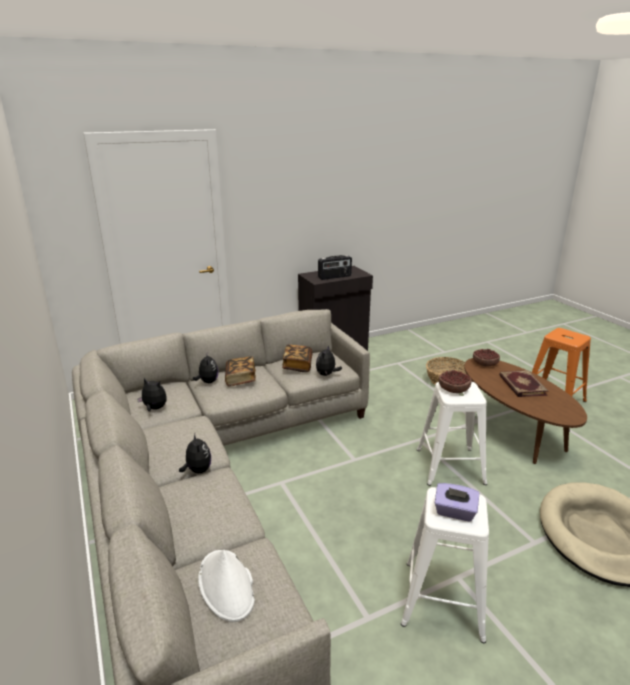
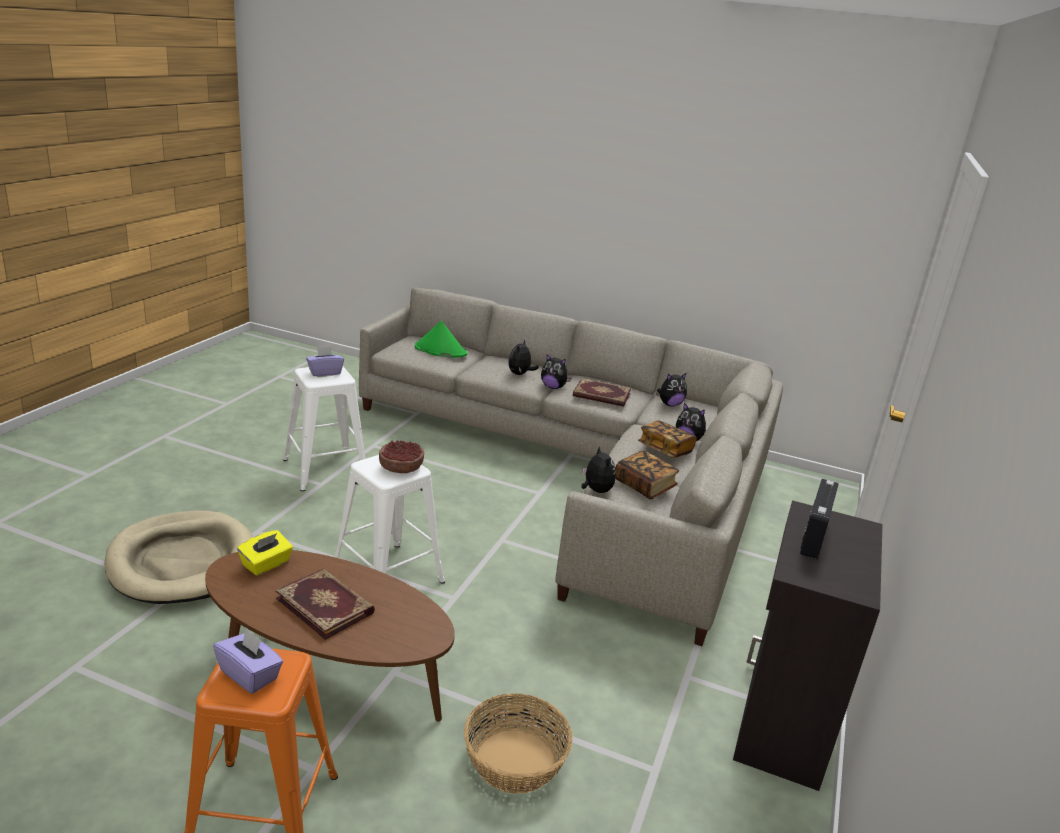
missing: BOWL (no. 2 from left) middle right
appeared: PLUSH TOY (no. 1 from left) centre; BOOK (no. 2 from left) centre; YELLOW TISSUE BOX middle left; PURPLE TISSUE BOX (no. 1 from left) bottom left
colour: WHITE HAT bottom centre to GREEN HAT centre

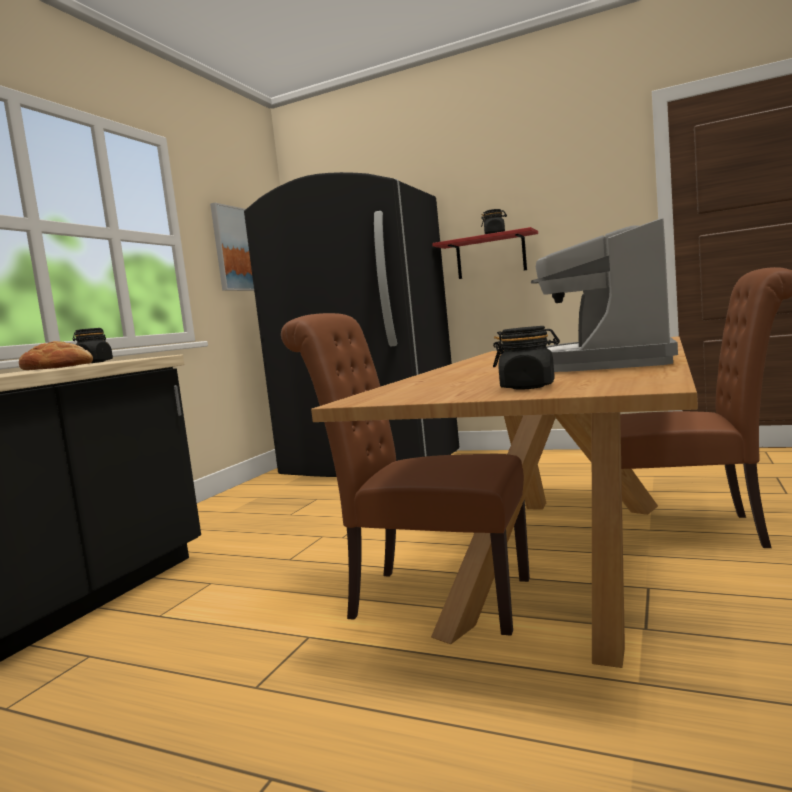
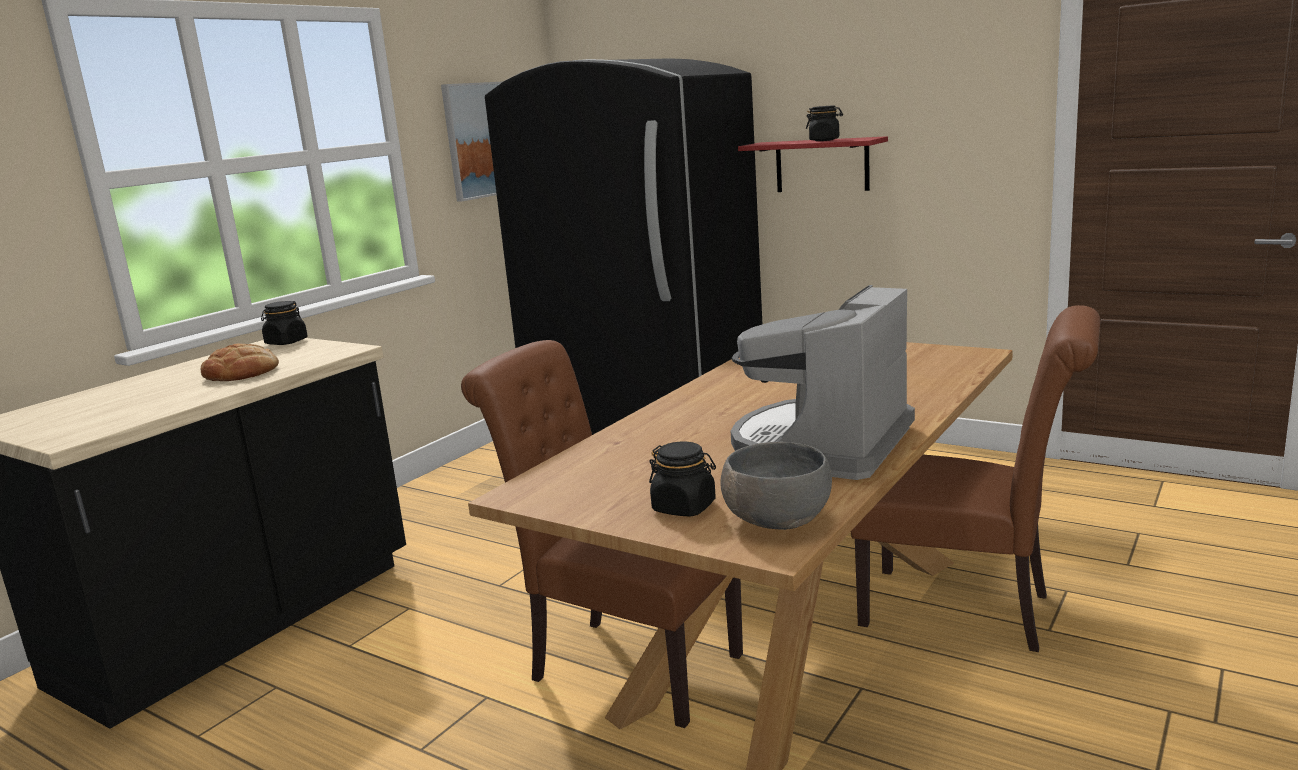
appeared: GREY BOWL centre

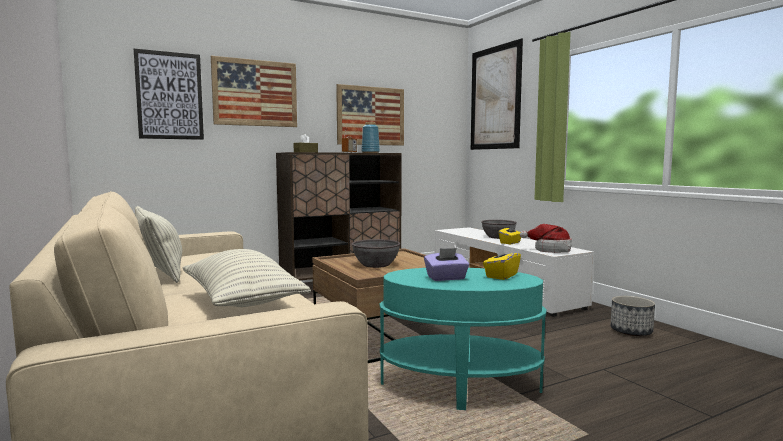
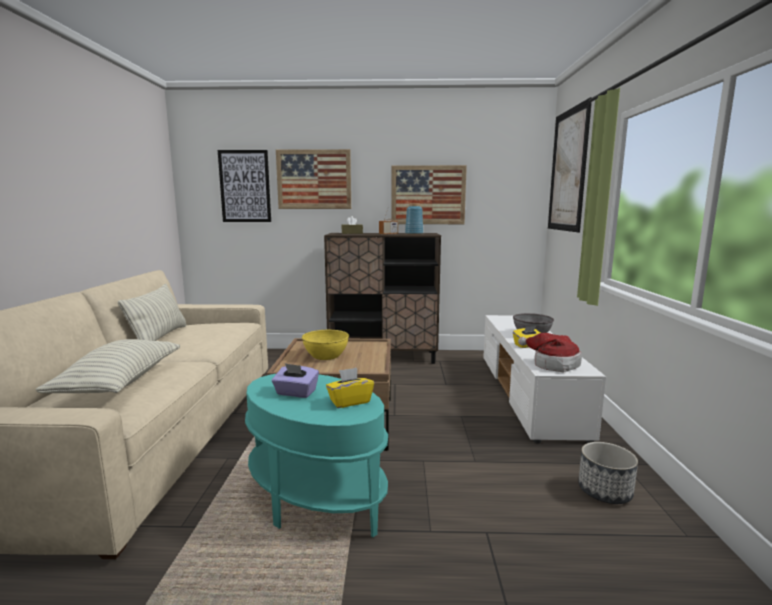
colour: GREY BOWL (no. 1 from left) centre to YELLOW BOWL centre

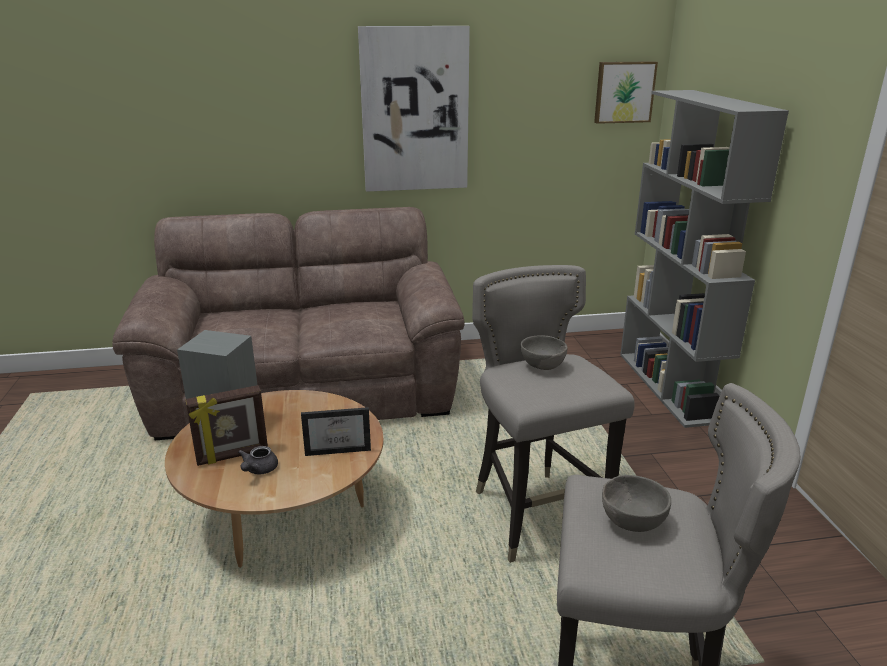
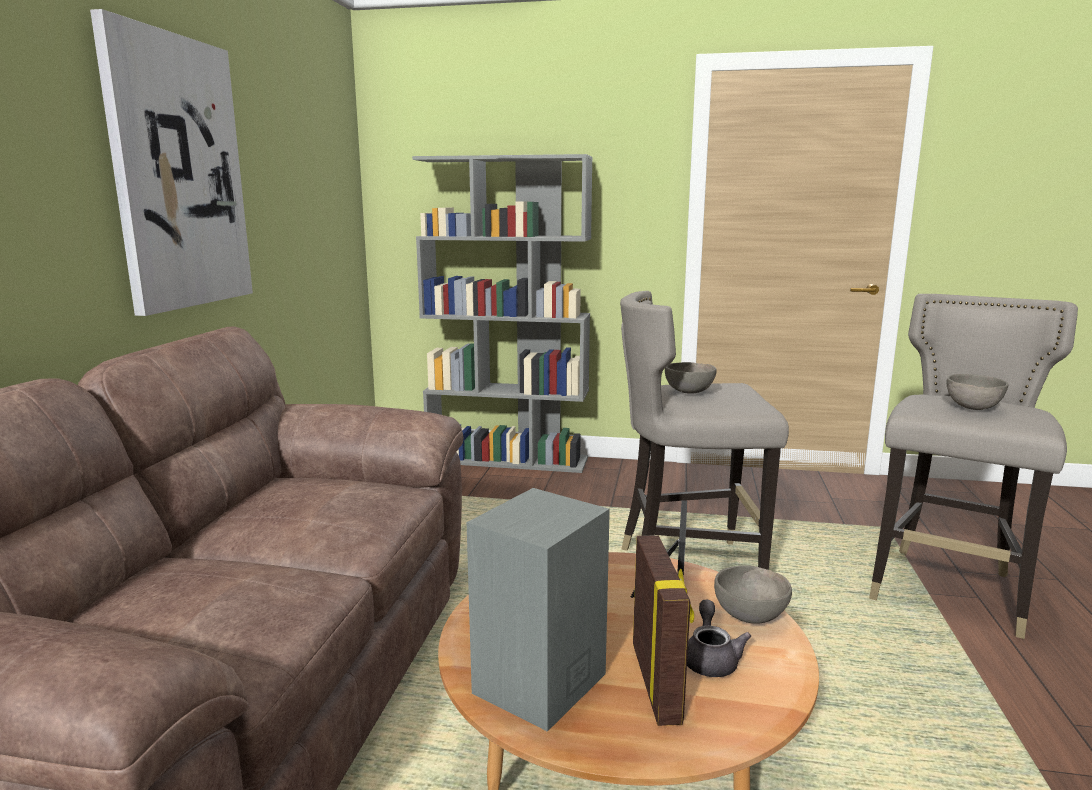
missing: PICTURE (no. 2 from left) top right
appeared: GREY BOWL (no. 2 from left) bottom right
spun: GREY TEAPOT bottom left = bottom centre 120 degrees counterclockwise

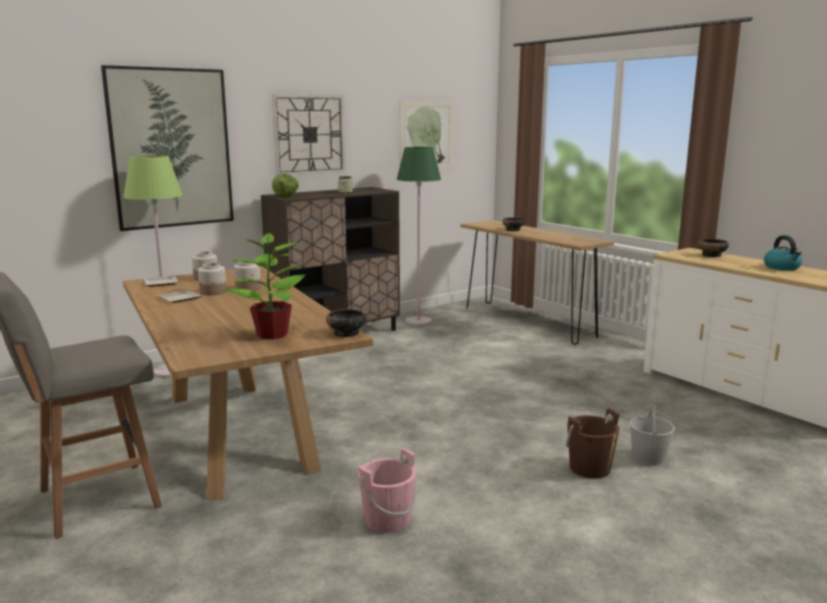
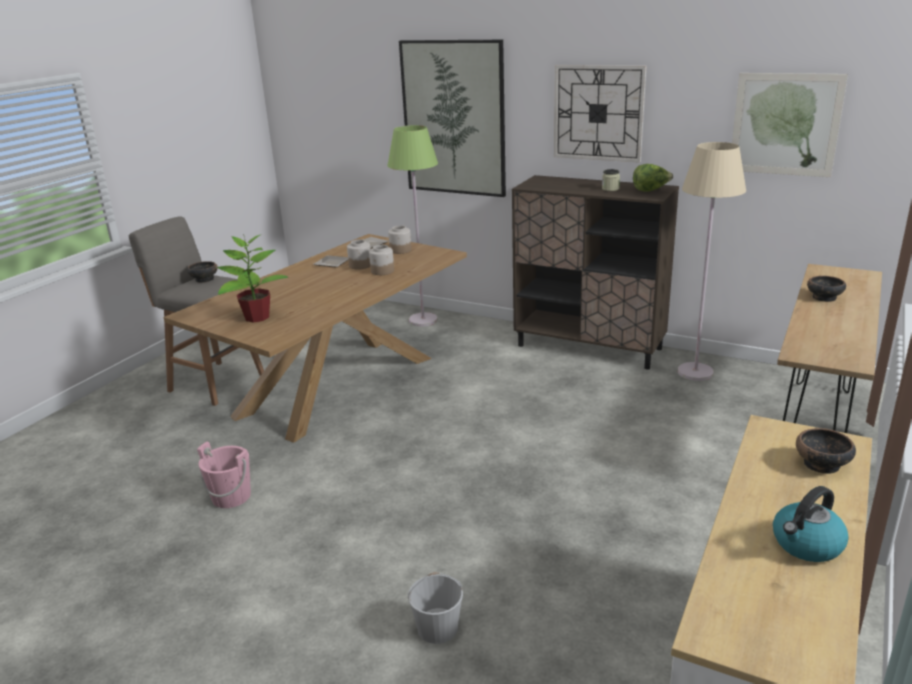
missing: BROWN BUCKET bottom right
relocated: LETTUCE top centre to top right; BOWL (no. 1 from left) centre to middle left
colour: GREEN FLOOR LAMP (no. 2 from left) centre to BEIGE FLOOR LAMP middle right

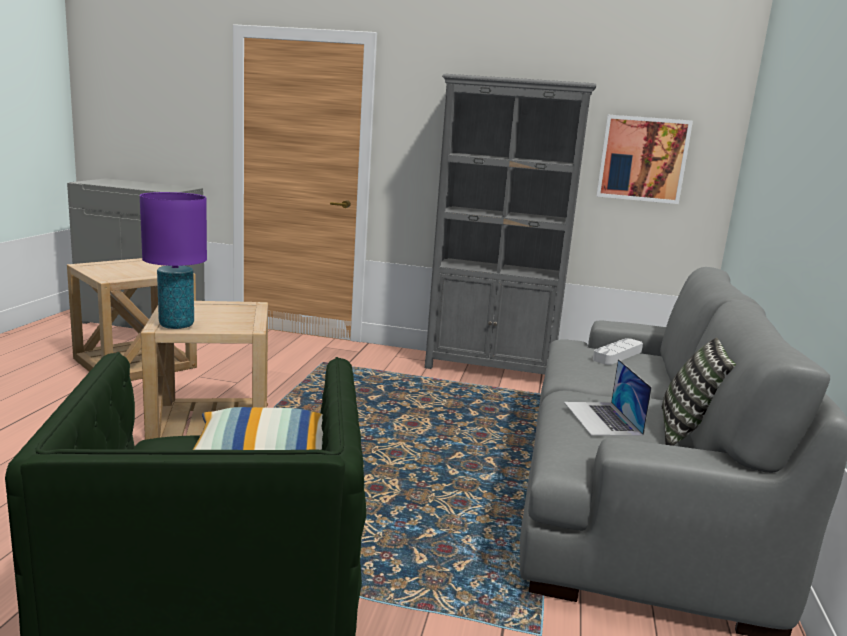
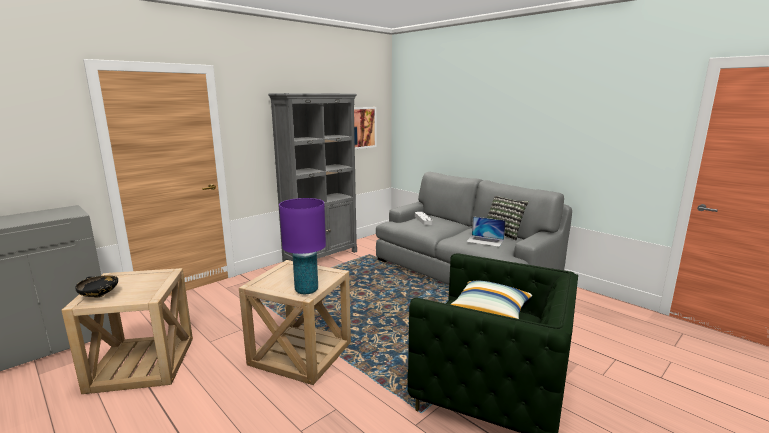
appeared: BLACK BOWL middle left

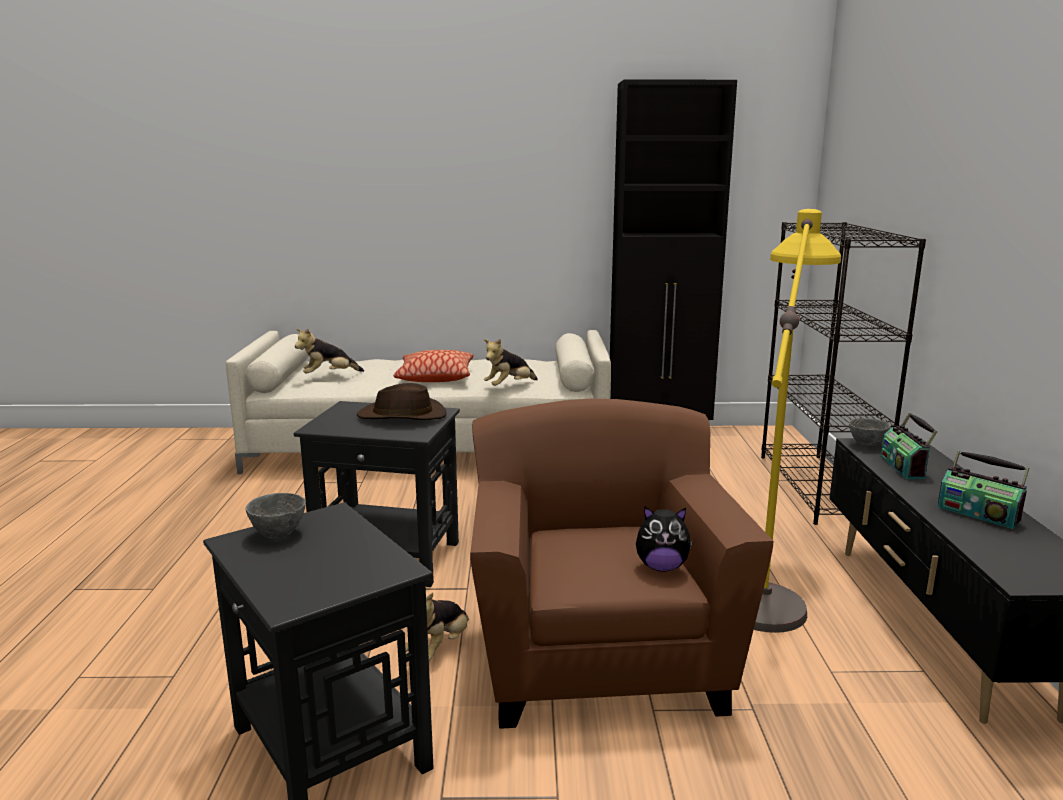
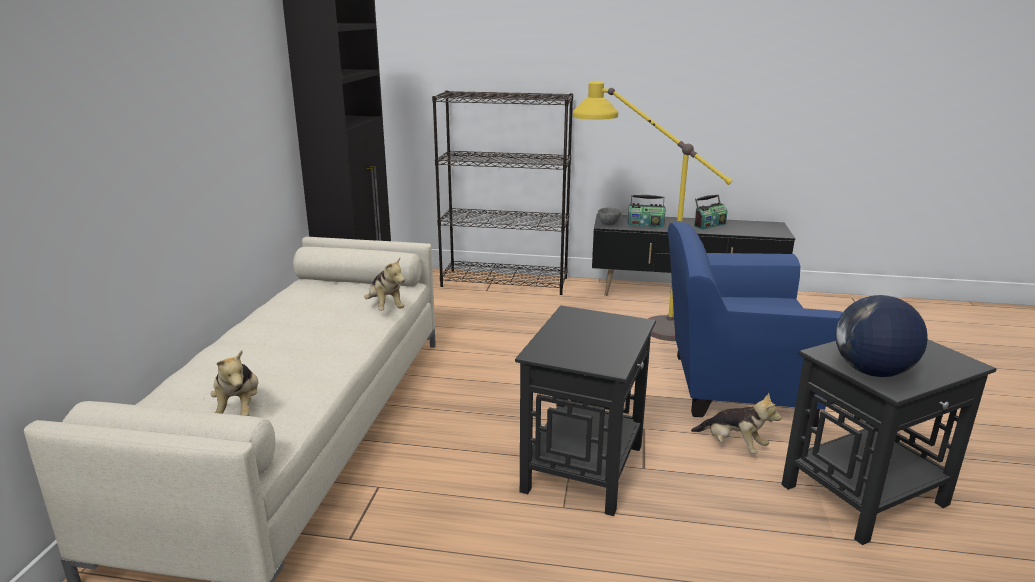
missing: PILLOW centre; BROWN HAT centre; PLUSH TOY (no. 4 from left) bottom centre
exchanged: GREY BOWL (no. 1 from left) middle left to GLOBE middle right
colour: BROWN ARMCHAIR bottom centre to BLUE ARMCHAIR middle right

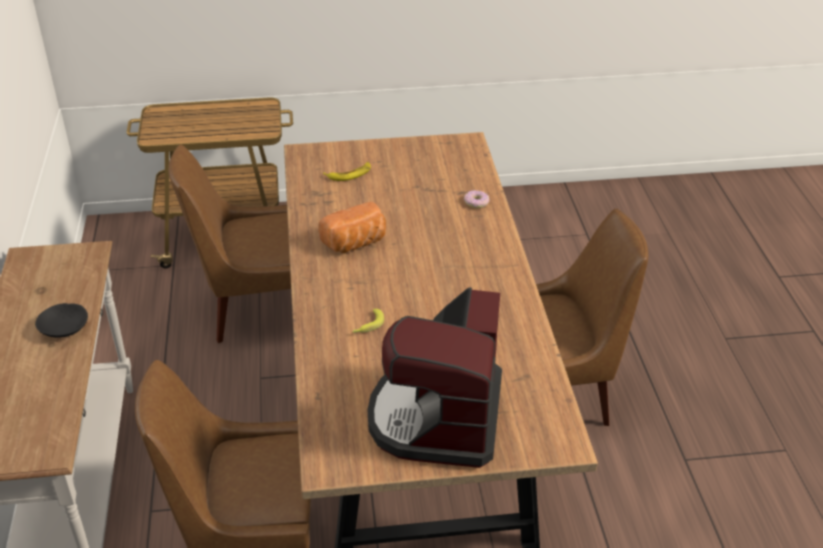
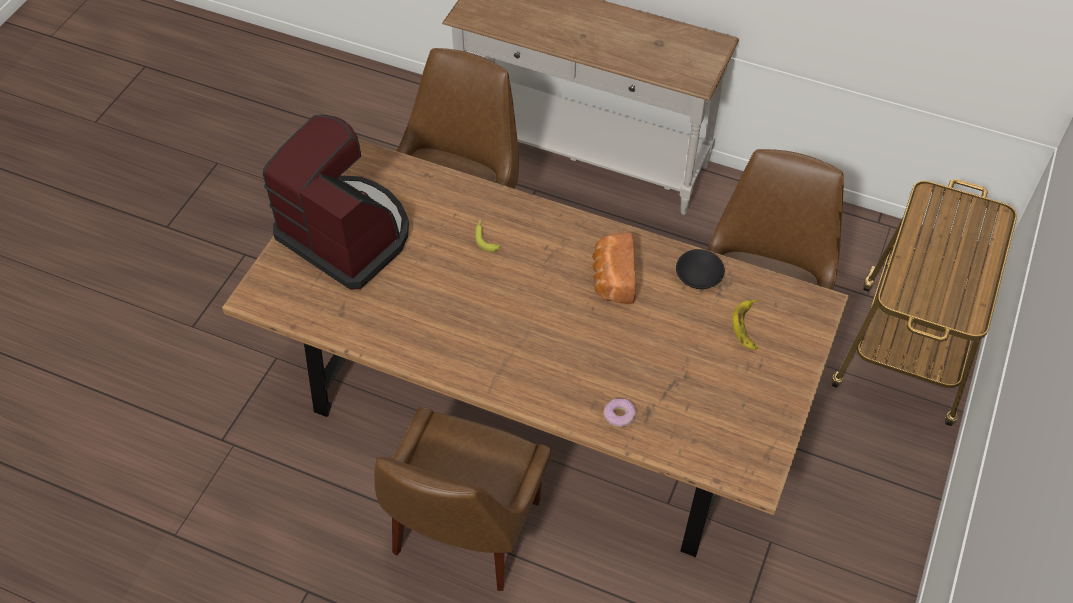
relocated: BLACK BOWL middle left to centre

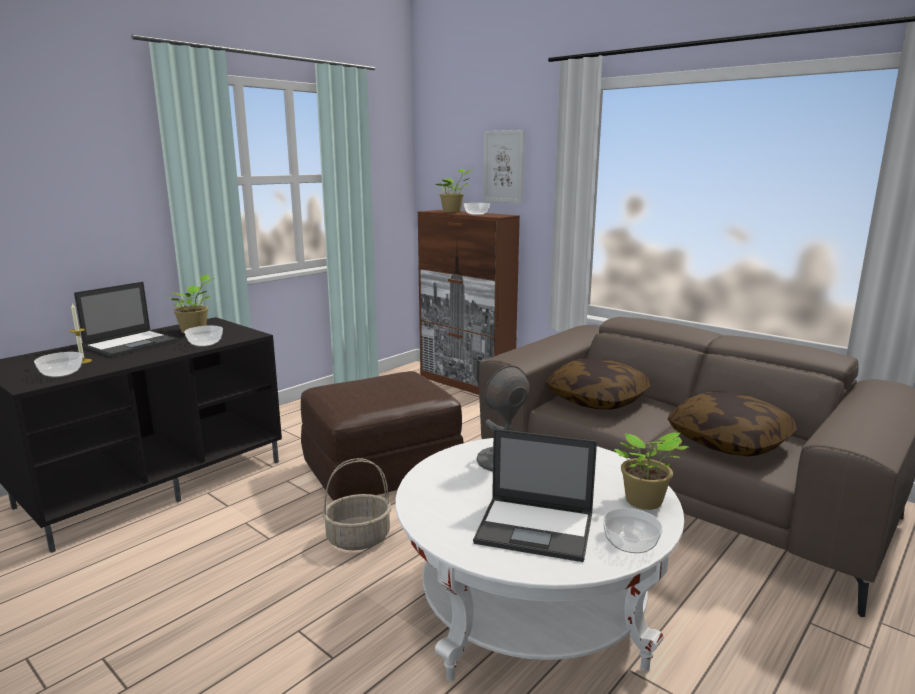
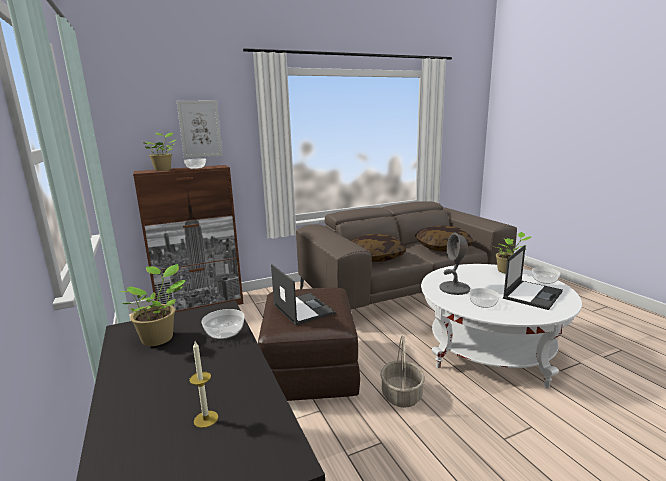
relocated: LAPTOP (no. 1 from left) middle left to centre; BOWL (no. 1 from left in the first image) middle left to BOWL (no. 3 from left) middle right

